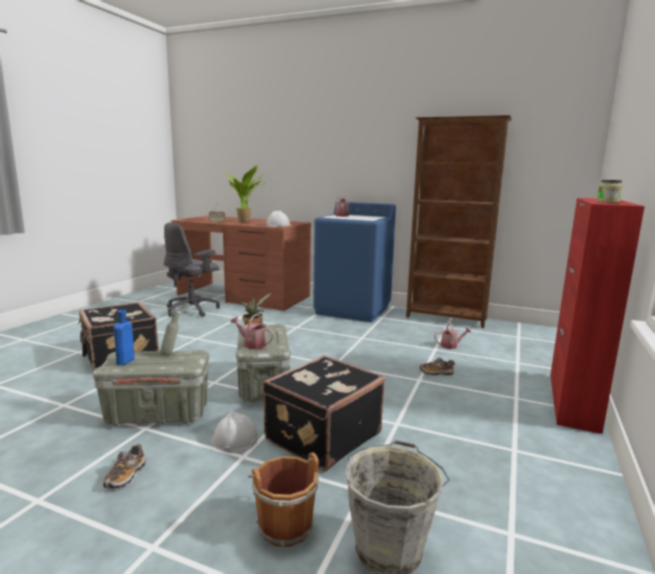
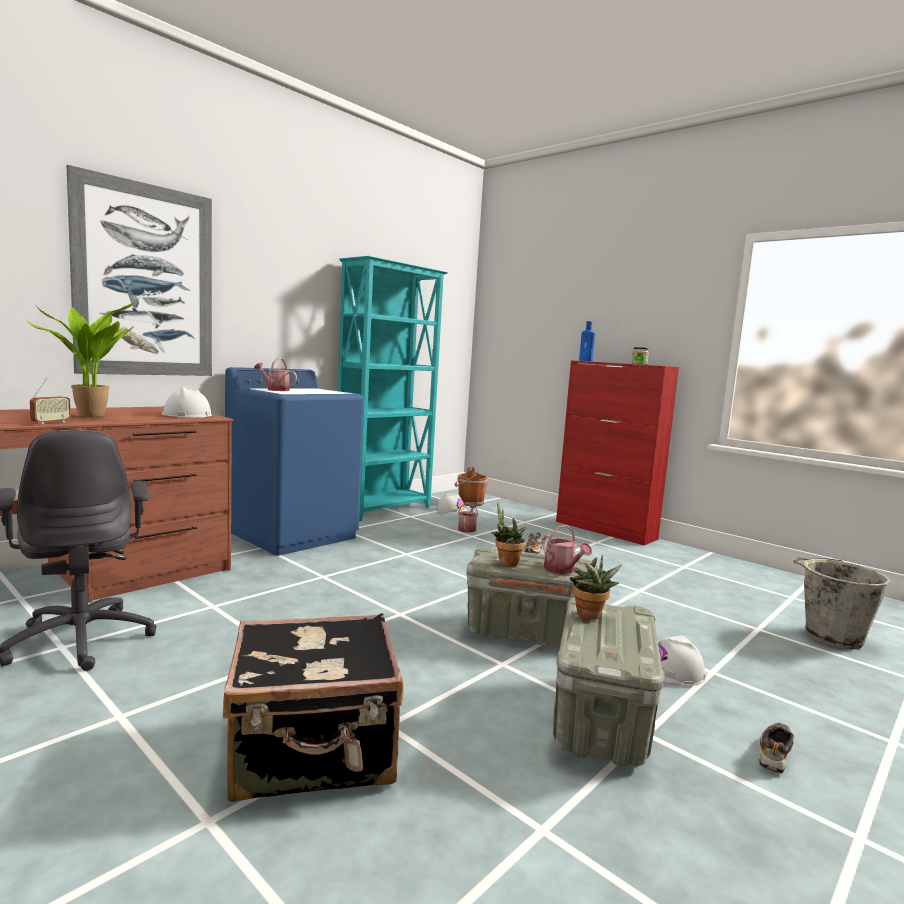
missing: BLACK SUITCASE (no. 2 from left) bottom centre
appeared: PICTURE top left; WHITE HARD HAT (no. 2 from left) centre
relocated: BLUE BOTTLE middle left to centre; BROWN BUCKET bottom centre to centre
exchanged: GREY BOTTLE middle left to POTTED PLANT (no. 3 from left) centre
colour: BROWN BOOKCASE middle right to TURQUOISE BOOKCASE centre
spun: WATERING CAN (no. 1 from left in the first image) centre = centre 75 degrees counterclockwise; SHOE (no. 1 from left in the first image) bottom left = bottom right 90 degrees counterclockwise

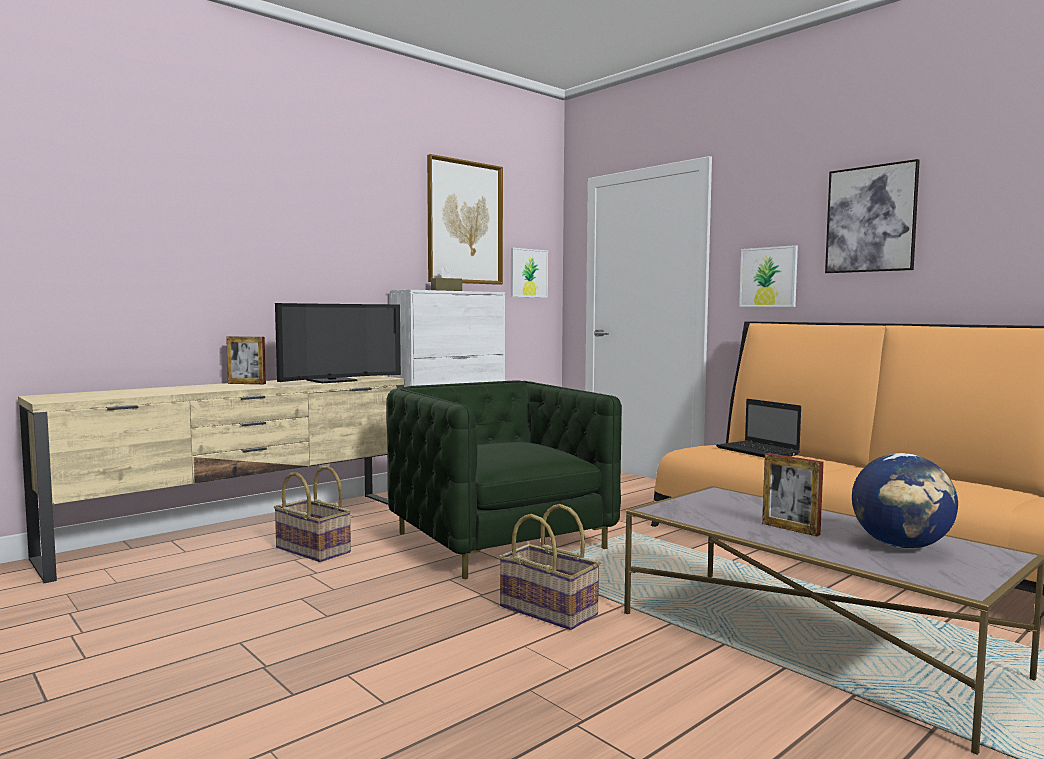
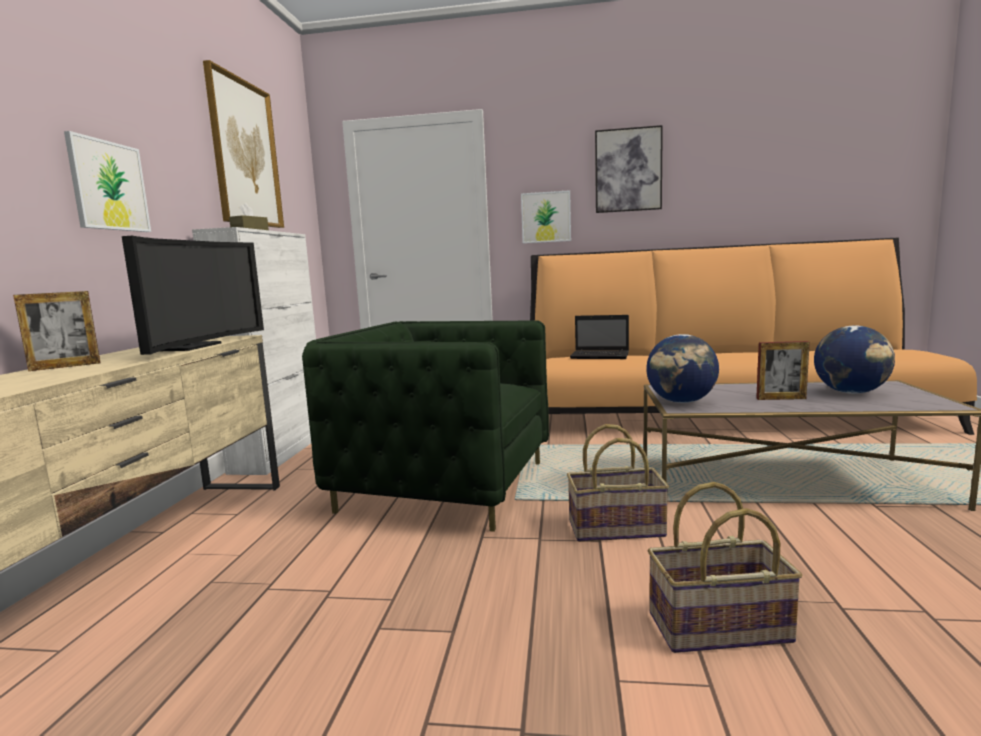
appeared: GLOBE (no. 1 from left) middle right
relocated: PICTURE (no. 2 from left in the first image) centre to PICTURE (no. 1 from left) top left; BASKET (no. 1 from left in the first image) bottom left to BASKET (no. 2 from left) bottom right

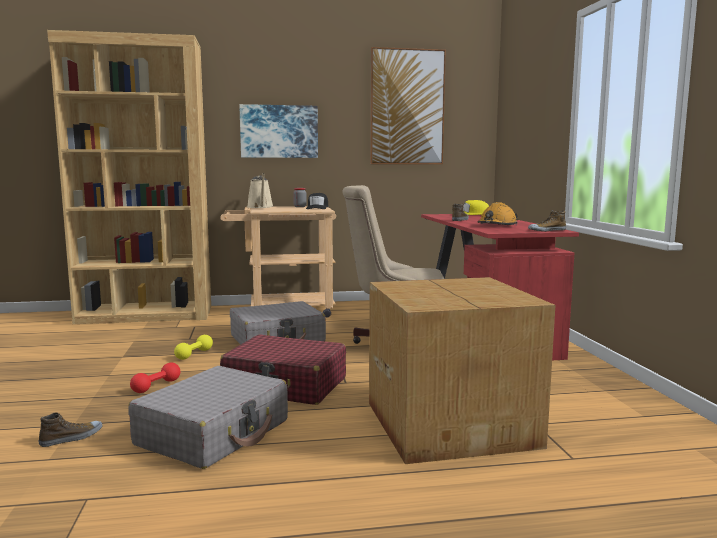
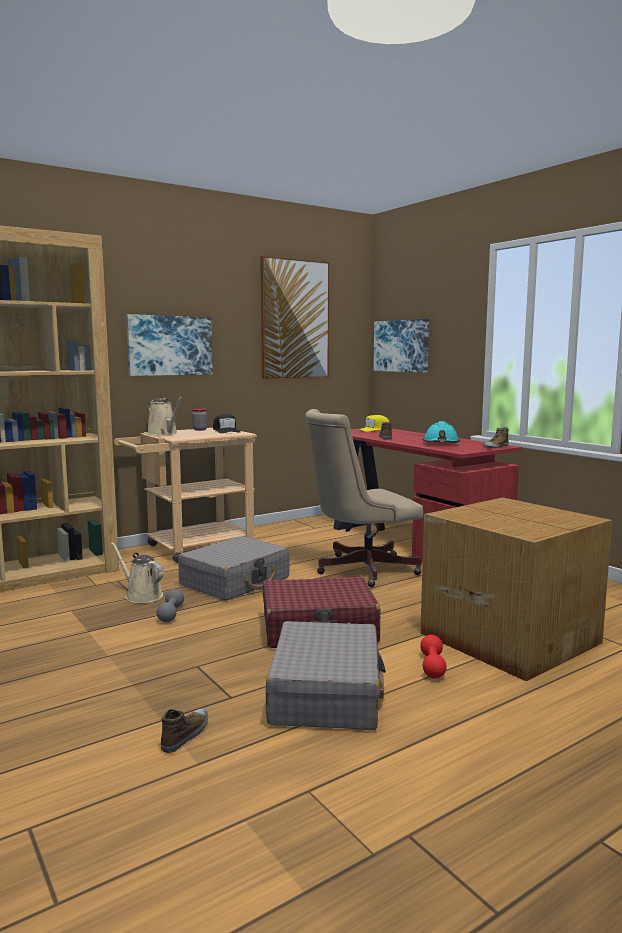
appeared: PICTURE (no. 3 from left) centre; BEIGE WATERING CAN (no. 1 from left) middle left
relocated: RED DUMBBELL bottom left to bottom right
colour: ORANGE HARD HAT middle right to TURQUOISE HARD HAT middle right; YELLOW DUMBBELL middle left to GREY DUMBBELL middle left

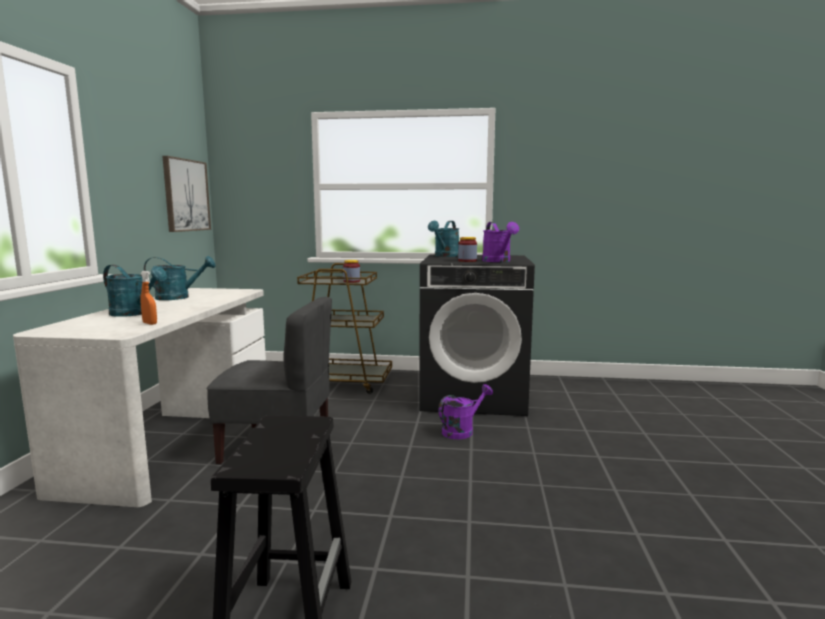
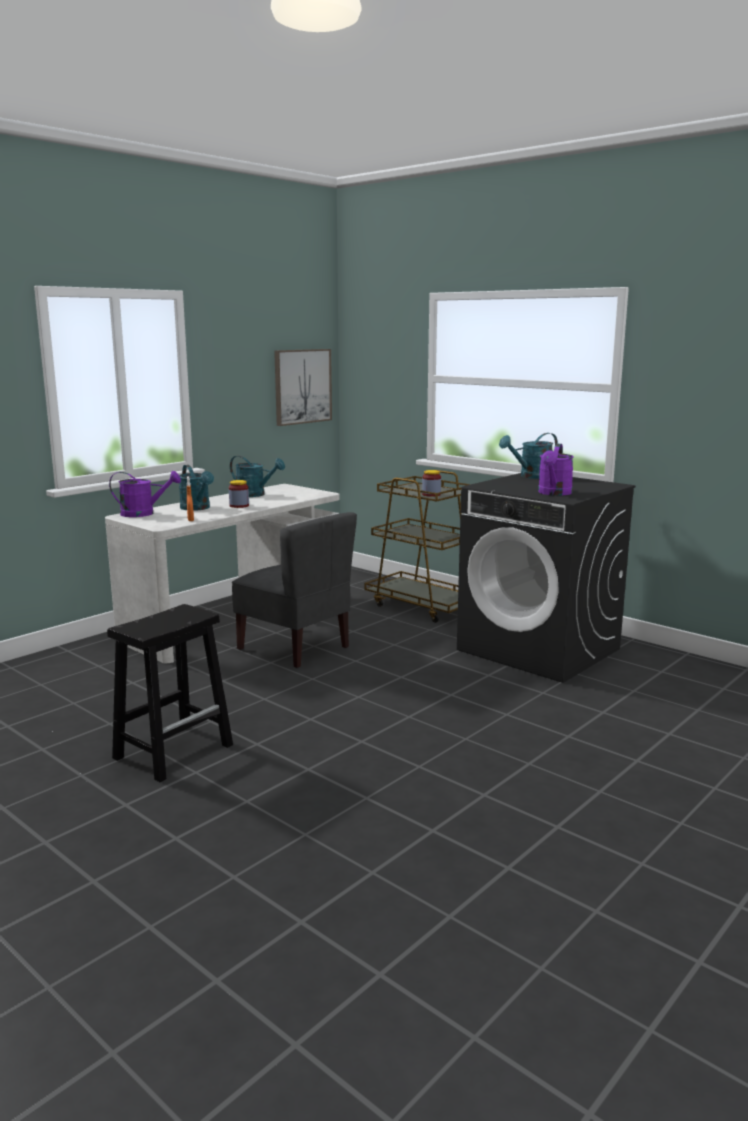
relocated: JAR (no. 2 from left in the first image) centre to JAR (no. 1 from left) middle left; PURPLE WATERING CAN (no. 1 from left) centre to middle left

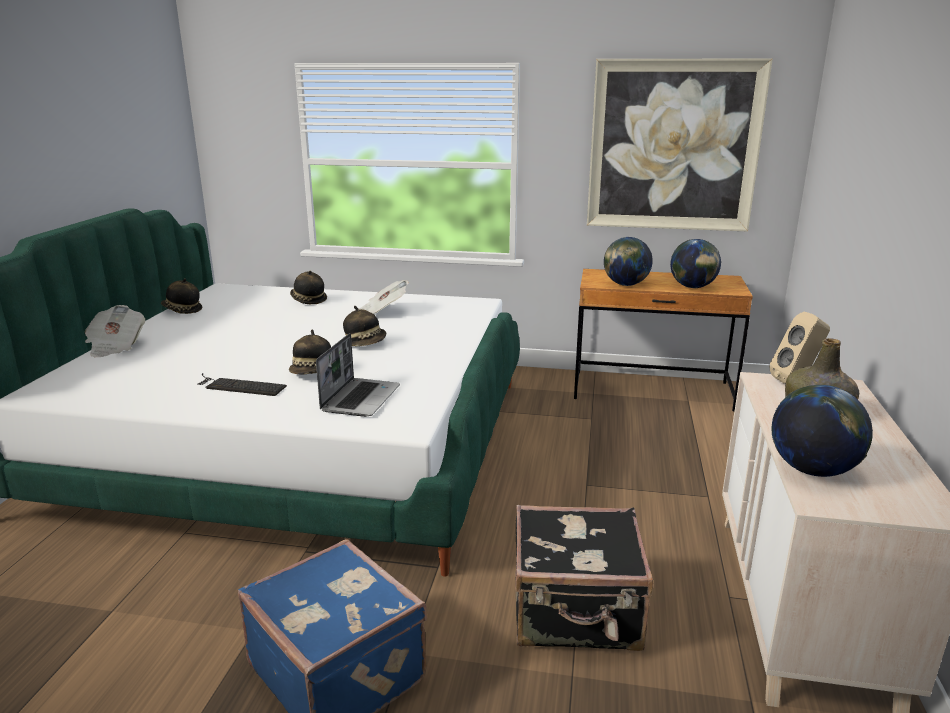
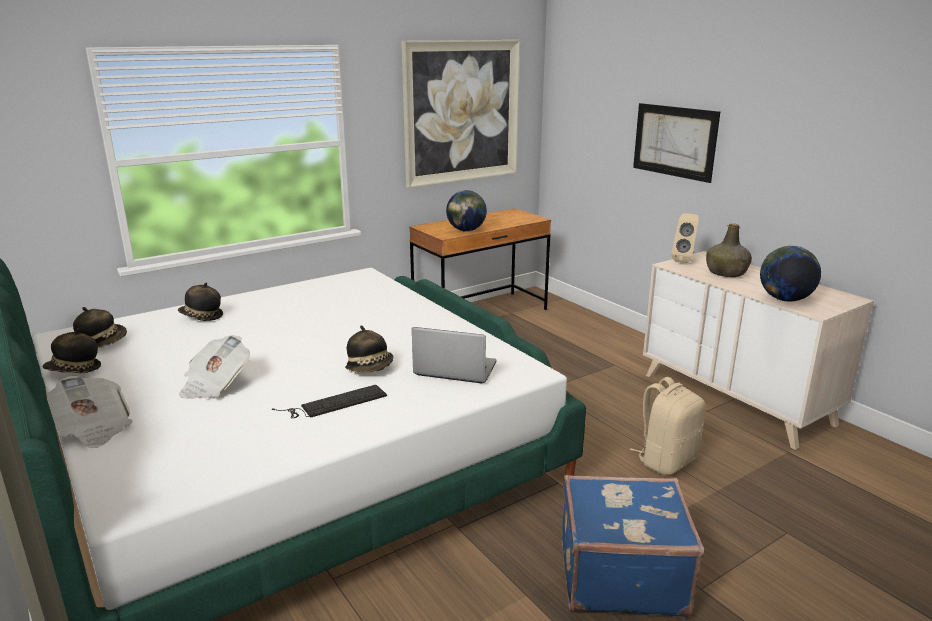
missing: GLOBE (no. 2 from left) middle right
appeared: PICTURE (no. 2 from left) top right
relocated: NEWSPAPER (no. 2 from left) centre to middle left; HAT (no. 4 from left in the first image) centre to HAT (no. 2 from left) middle left
exchanged: BLACK SUITCASE bottom centre to BEIGE BACKPACK bottom right
spun: LAPTOP centre = centre 45 degrees counterclockwise

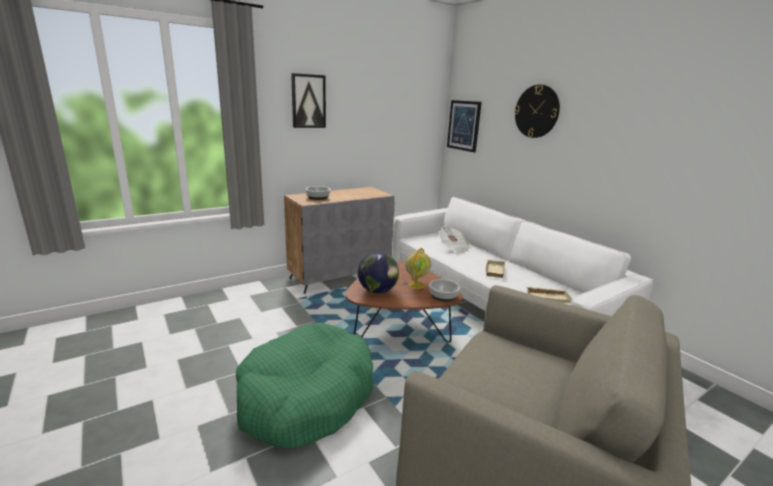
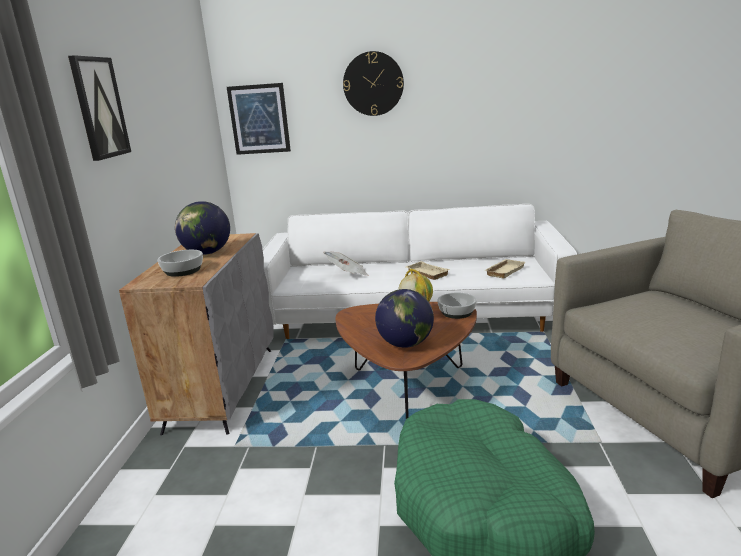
appeared: GLOBE (no. 1 from left) middle left

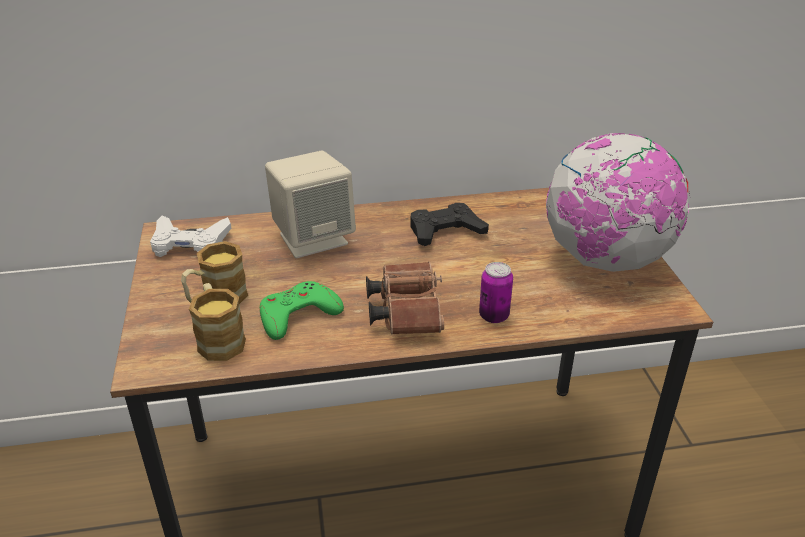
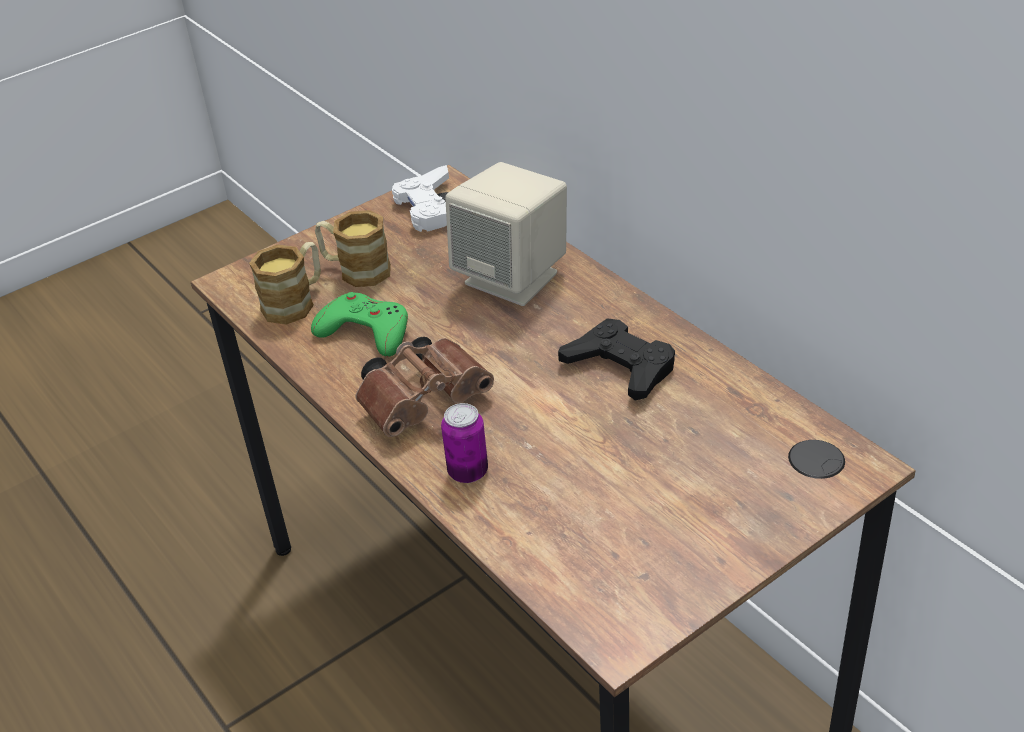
missing: GLOBE middle right

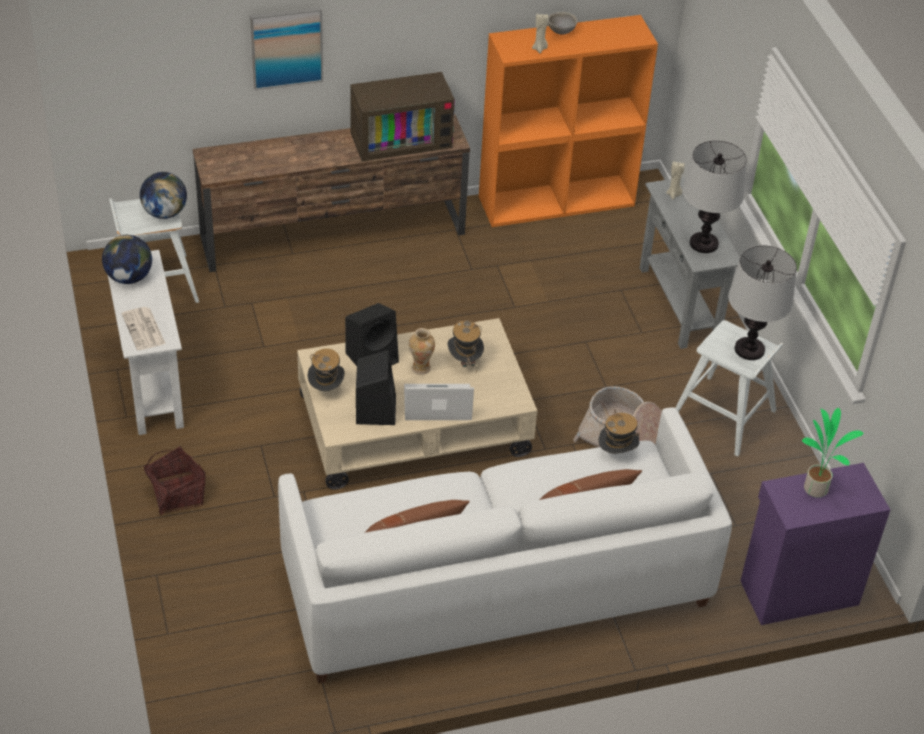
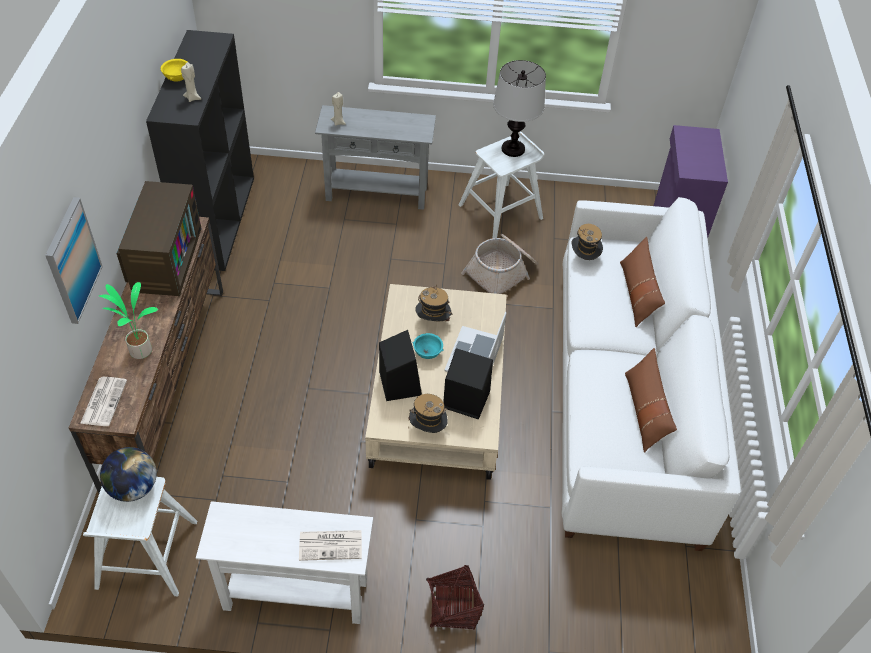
missing: TABLE LAMP (no. 1 from left) top right; GLOBE (no. 1 from left) middle left
appeared: NEWSPAPER (no. 1 from left) middle left
relocated: POTTED PLANT middle right to middle left
exchanged: VASE centre to TURQUOISE BOWL centre
colour: GREY BOWL top centre to YELLOW BOWL top left; ORANGE BOOKCASE top centre to BLACK BOOKCASE top left

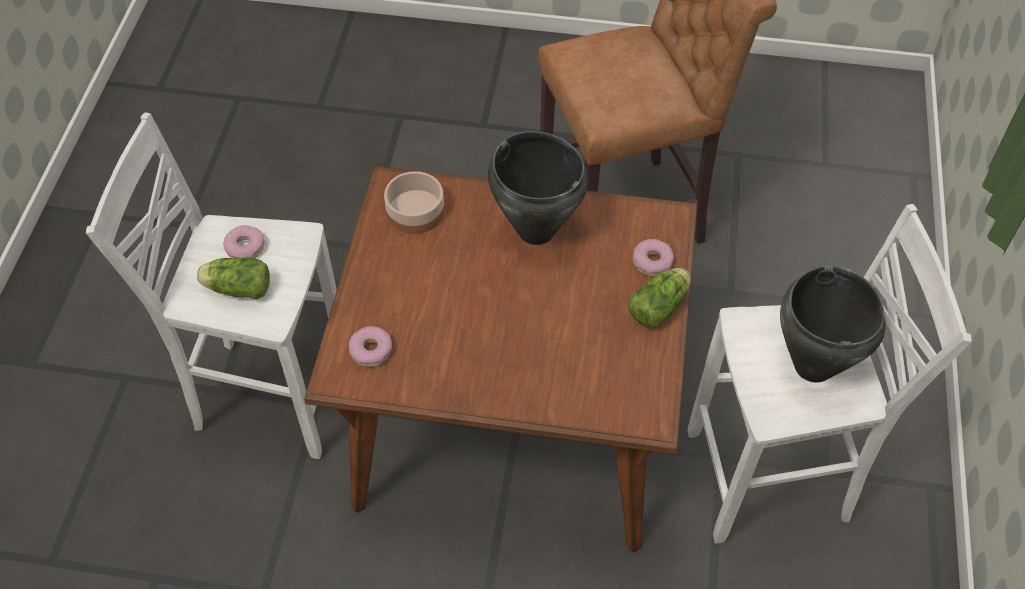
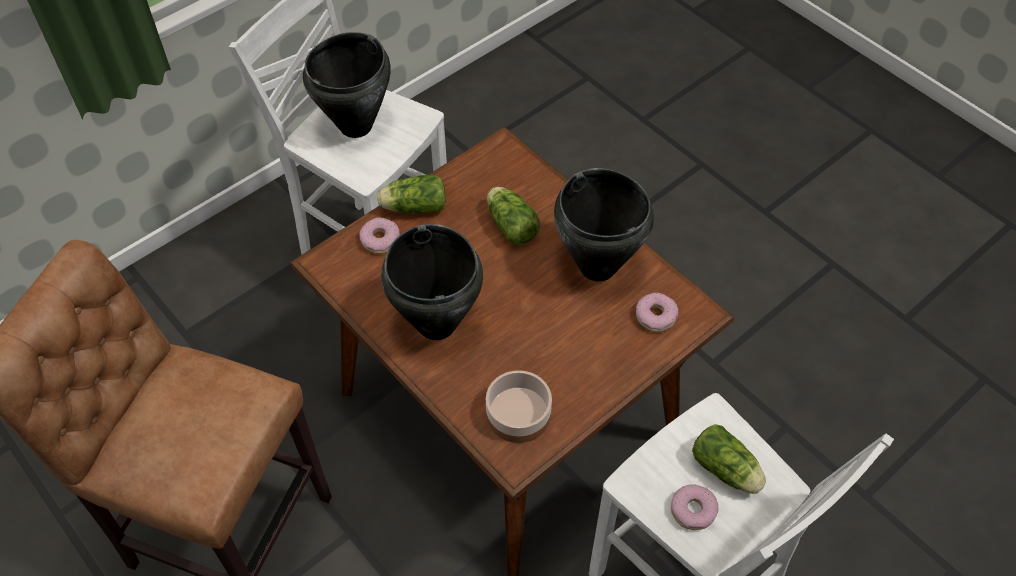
appeared: BLACK COOKING POT (no. 3 from left) centre; LETTUCE (no. 2 from left) centre

